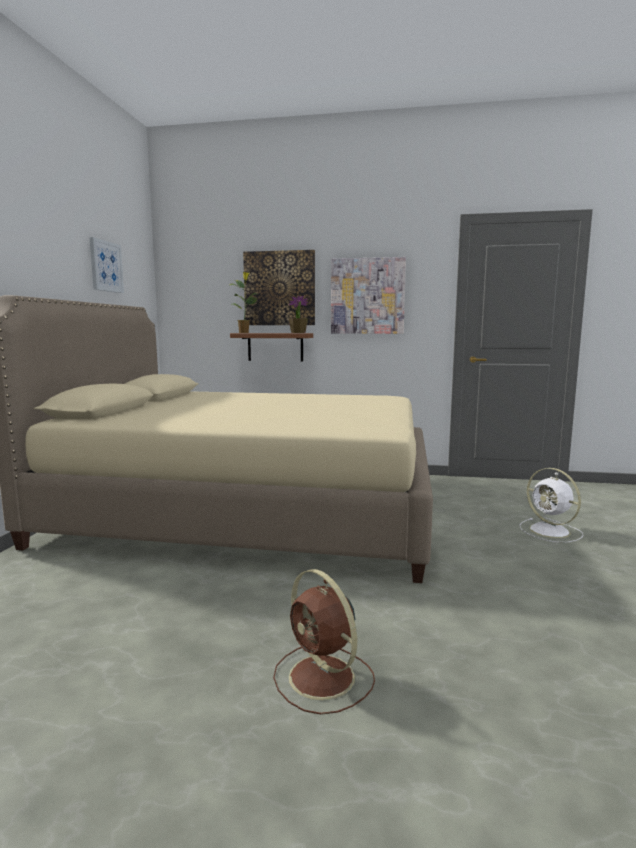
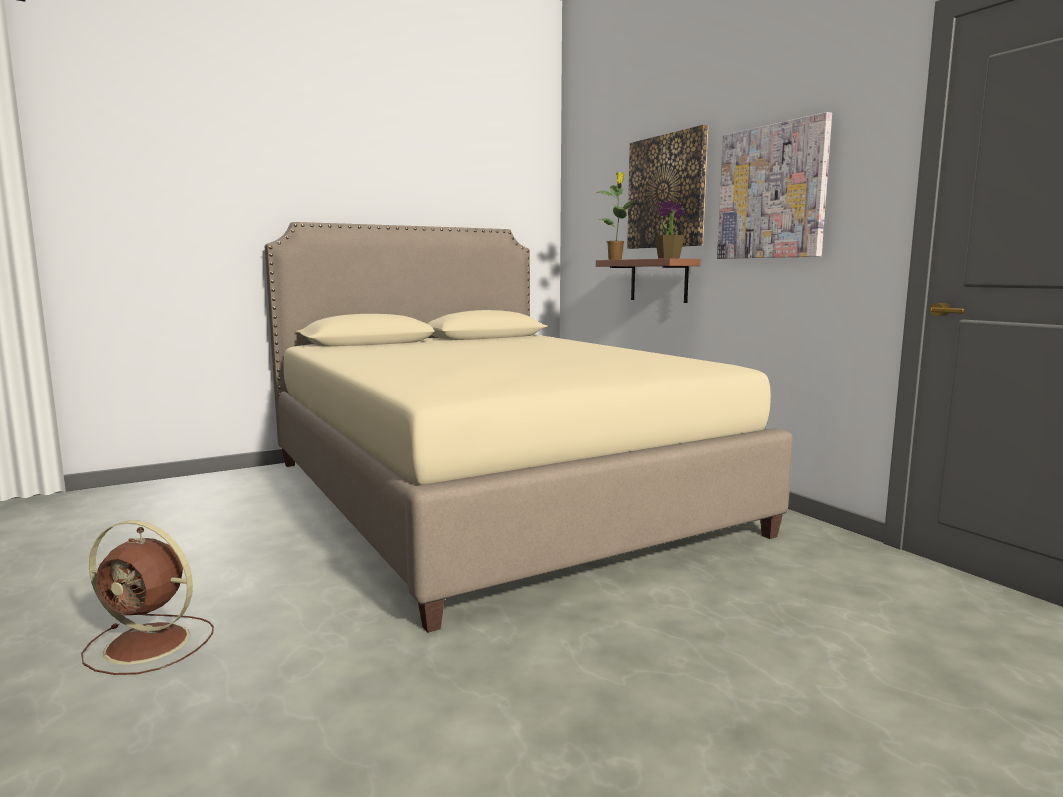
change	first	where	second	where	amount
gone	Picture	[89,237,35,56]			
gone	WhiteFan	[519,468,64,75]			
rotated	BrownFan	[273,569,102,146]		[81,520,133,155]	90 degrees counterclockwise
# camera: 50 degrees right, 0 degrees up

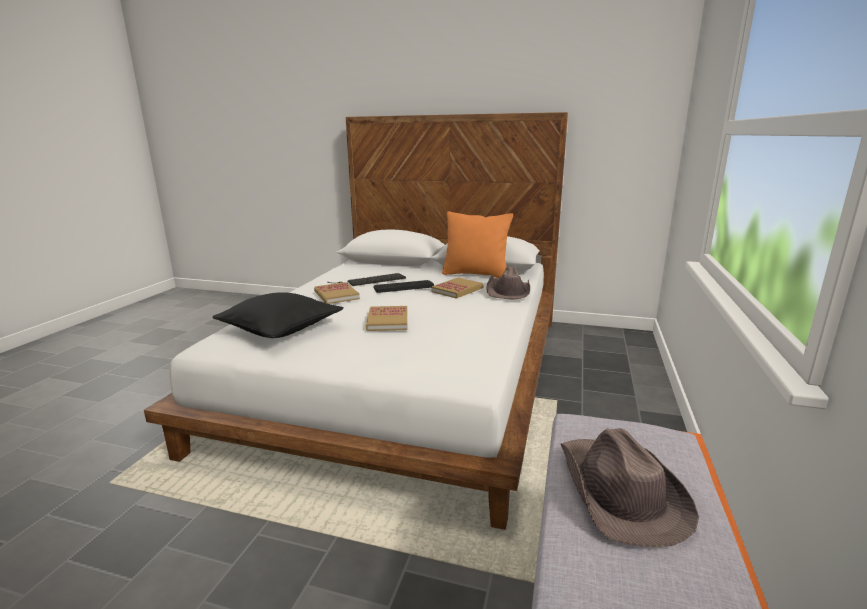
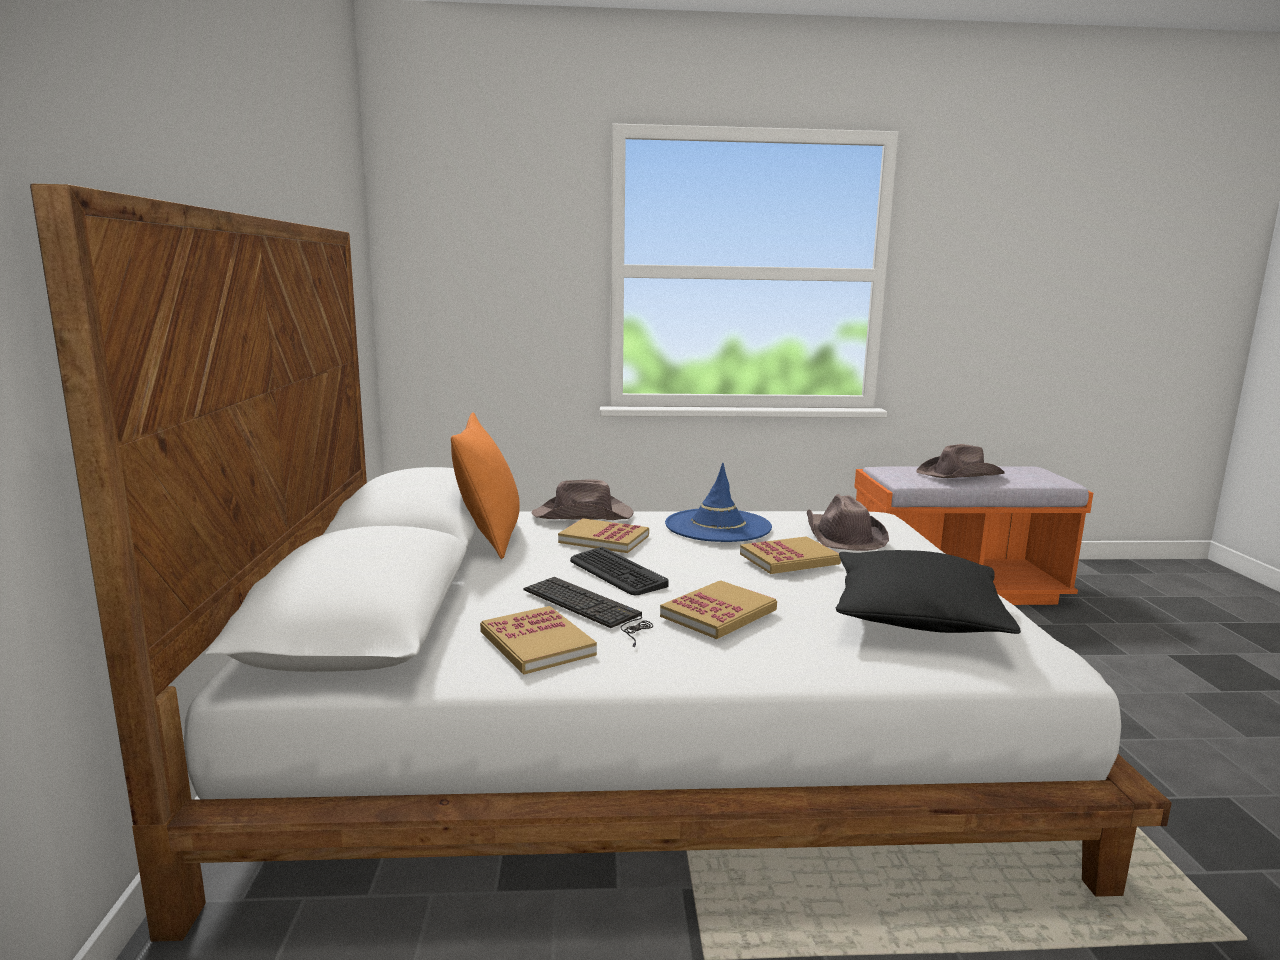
change	first	where	second	where	amount
new			Book	[480,606,117,69]	
new			BlueHat	[665,463,107,79]	
new			BrownHat	[807,494,82,57]	
# camera: 110 degrees left, 5 degrees down

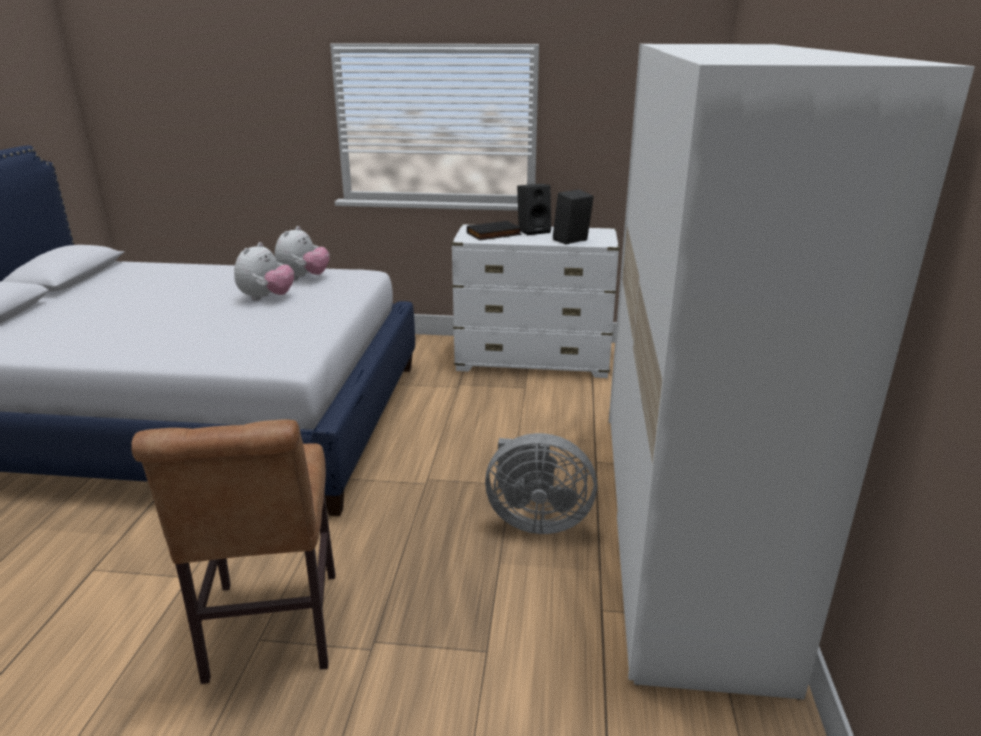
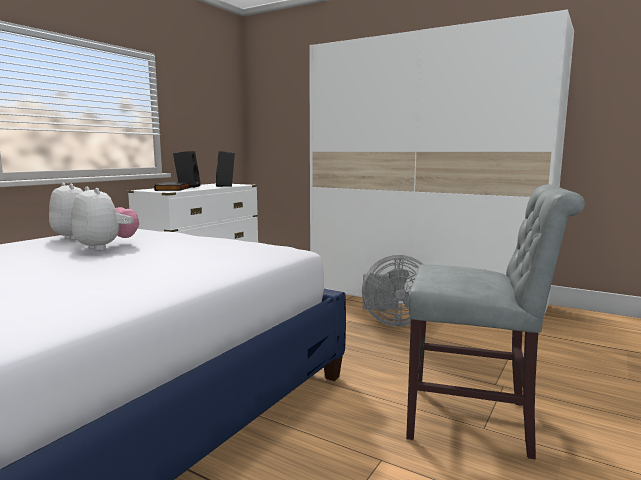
change	first	where	second	where	amount
repainted	BrownChair	[131,419,204,265]	GreyChair	[406,184,179,276]	
rotated	GreyFan	[485,433,112,101]		[362,255,61,72]	60 degrees clockwise
# camera: 65 degrees left, 15 degrees down

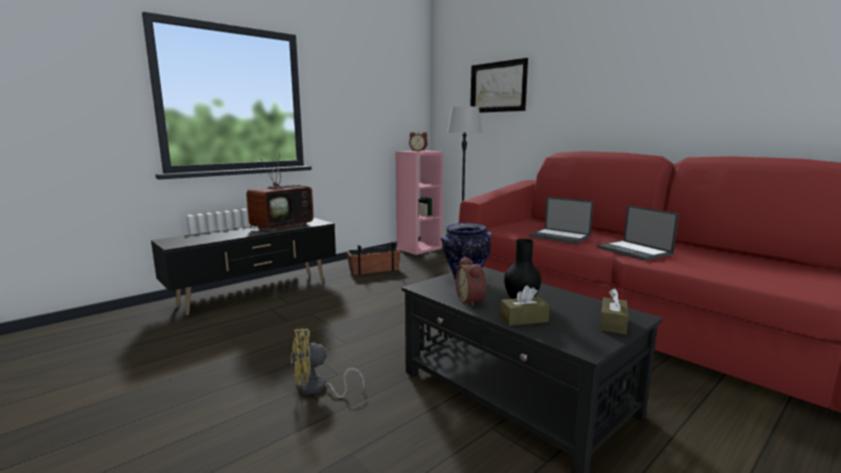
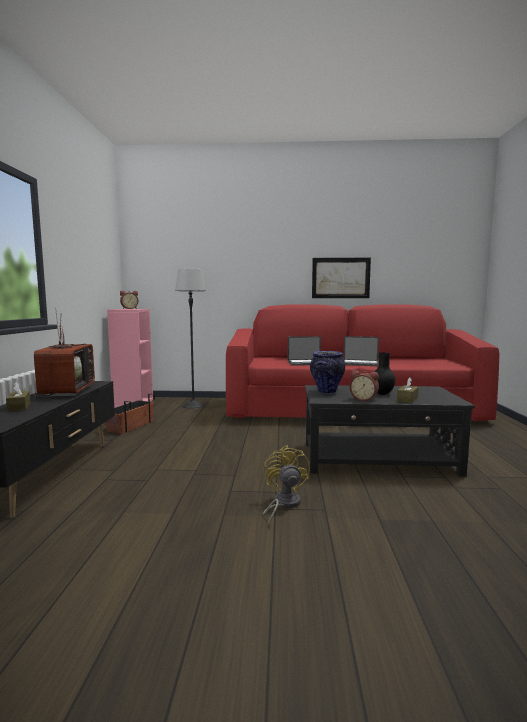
change	first	where	second	where	amount
shifted	Picture	[470,58,58,55]		[312,258,59,40]	
shifted	BrownTissueBox	[600,288,28,46]		[6,382,25,30]	
rotated	YellowFan	[291,328,74,70]		[263,445,47,80]	150 degrees clockwise
# camera: 45 degrees left, 5 degrees down

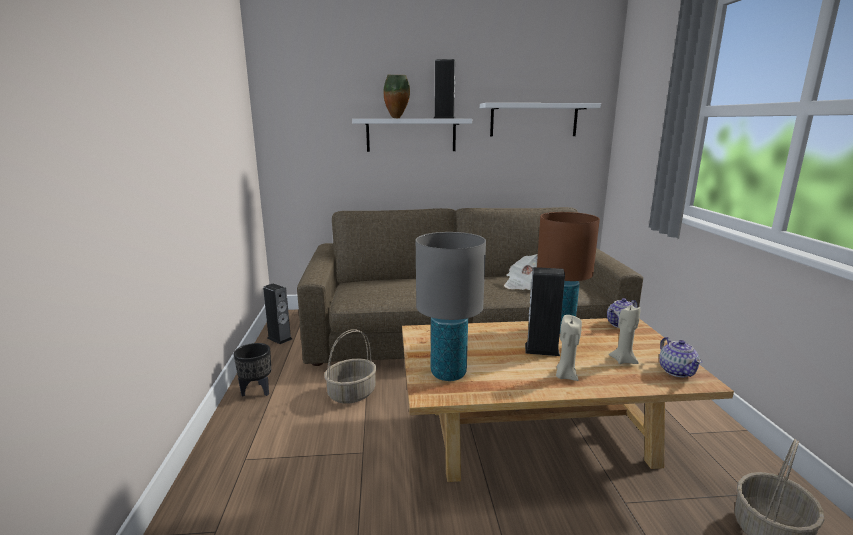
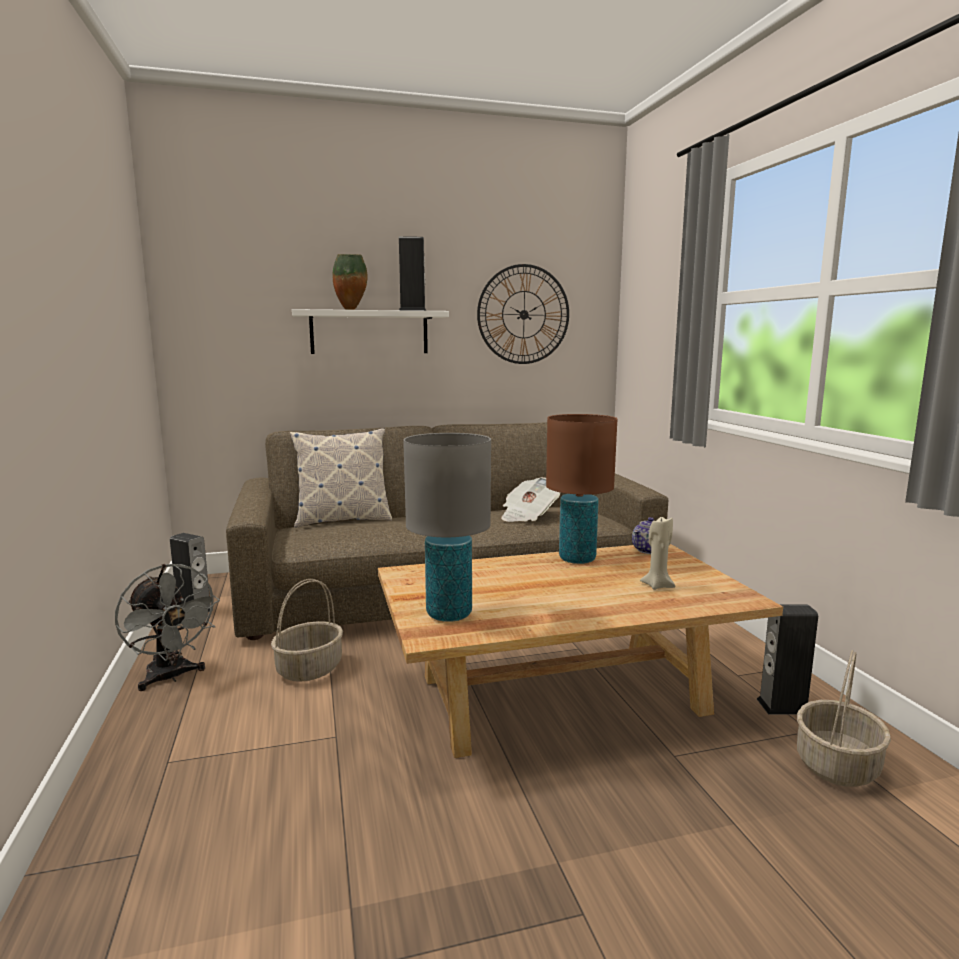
change	first	where	second	where	amount
gone	BeigeCandle	[556,315,26,66]			
gone	Teapot	[659,337,43,40]			
new			Pillow	[290,428,102,100]	
shifted	Speaker	[525,267,40,89]		[757,604,61,110]	
swapped	BlackPlanter	[234,343,37,54]	GreyFan	[115,564,105,127]	
swapped	WhiteShelf	[480,103,121,34]	WallClock	[477,264,92,100]	
# camera: 10 degrees left, 5 degrees down

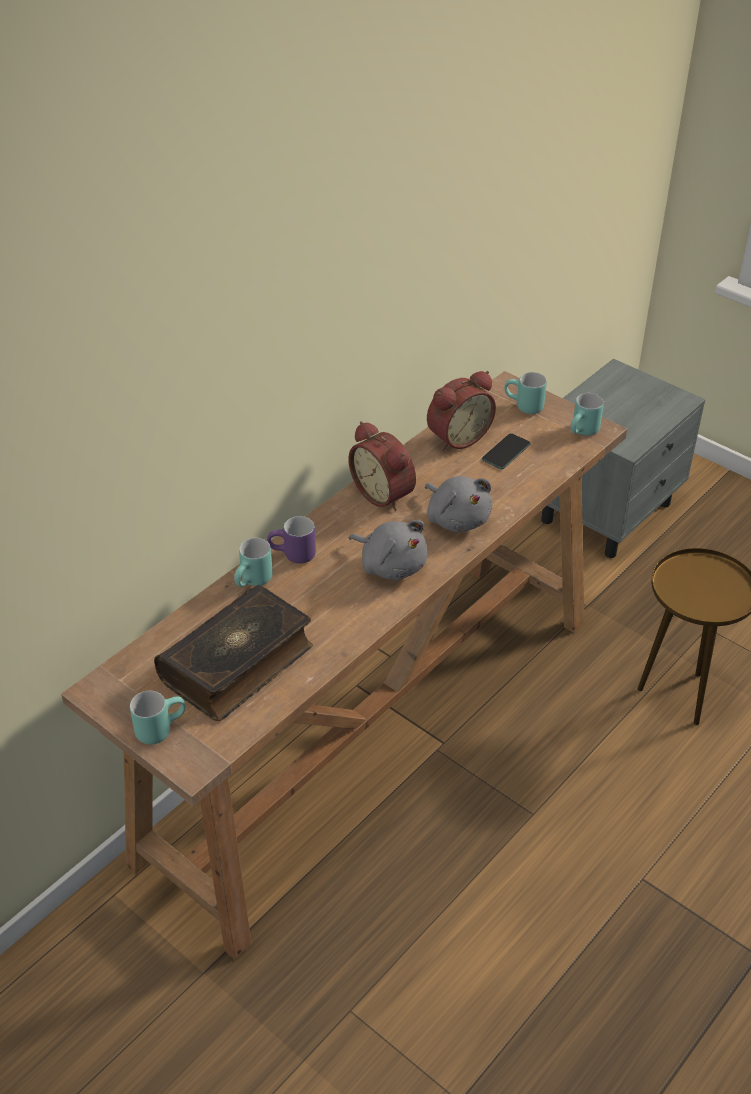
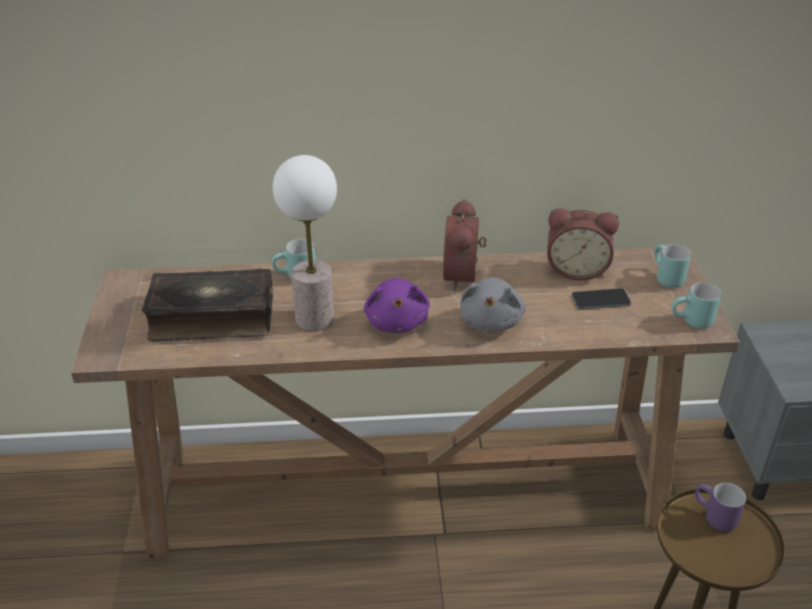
change	first	where	second	where	amount
gone	TurquoiseMug	[130,691,56,53]			
new			TableLamp	[273,155,64,176]	
shifted	PurpleMug	[267,516,49,47]		[695,483,51,49]	
repainted	GreyPlushToy	[349,520,78,60]	PurplePlushToy	[364,278,66,55]	
# camera: 45 degrees right, 5 degrees down

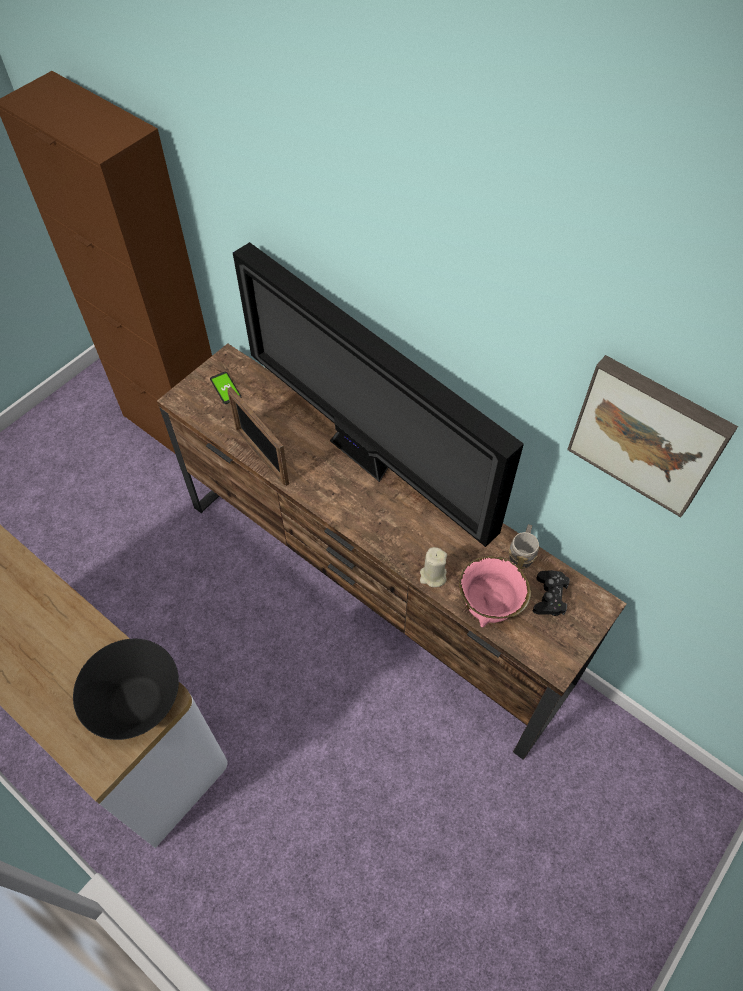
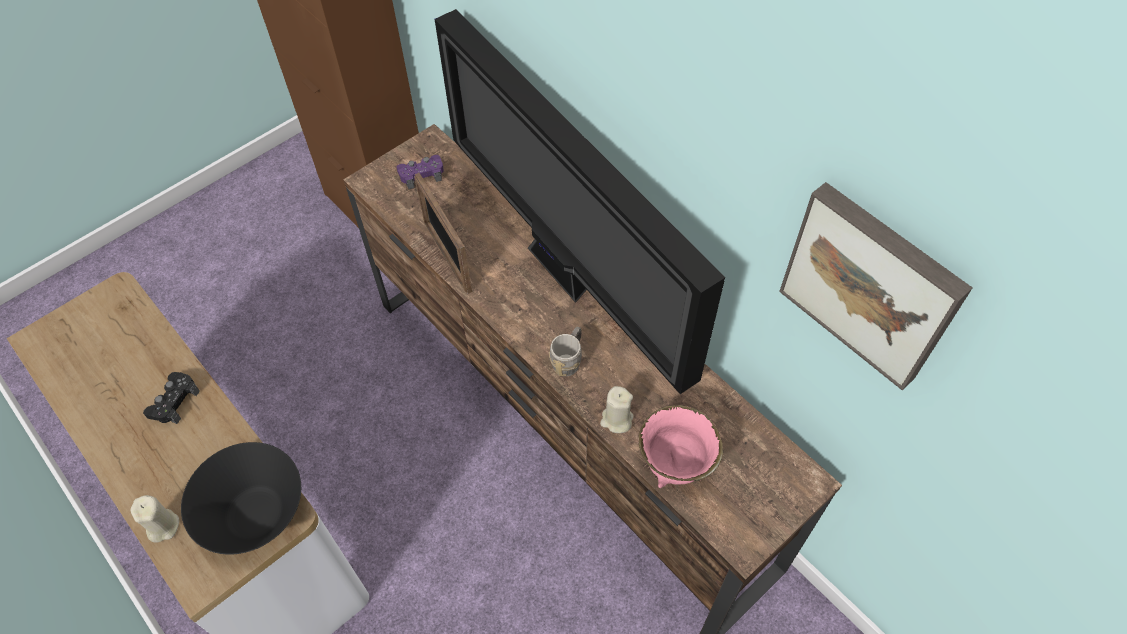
change	first	where	second	where	amount
new			BeigeCandle	[130,495,49,48]	
shifted	GreyMug	[509,524,30,45]		[549,327,33,49]	
shifted	BlackGameController	[533,570,37,46]		[143,372,57,52]	
swapped	Phone	[210,372,31,32]	PurpleGameController	[396,155,48,34]	
# camera: 10 degrees right, 0 degrees up

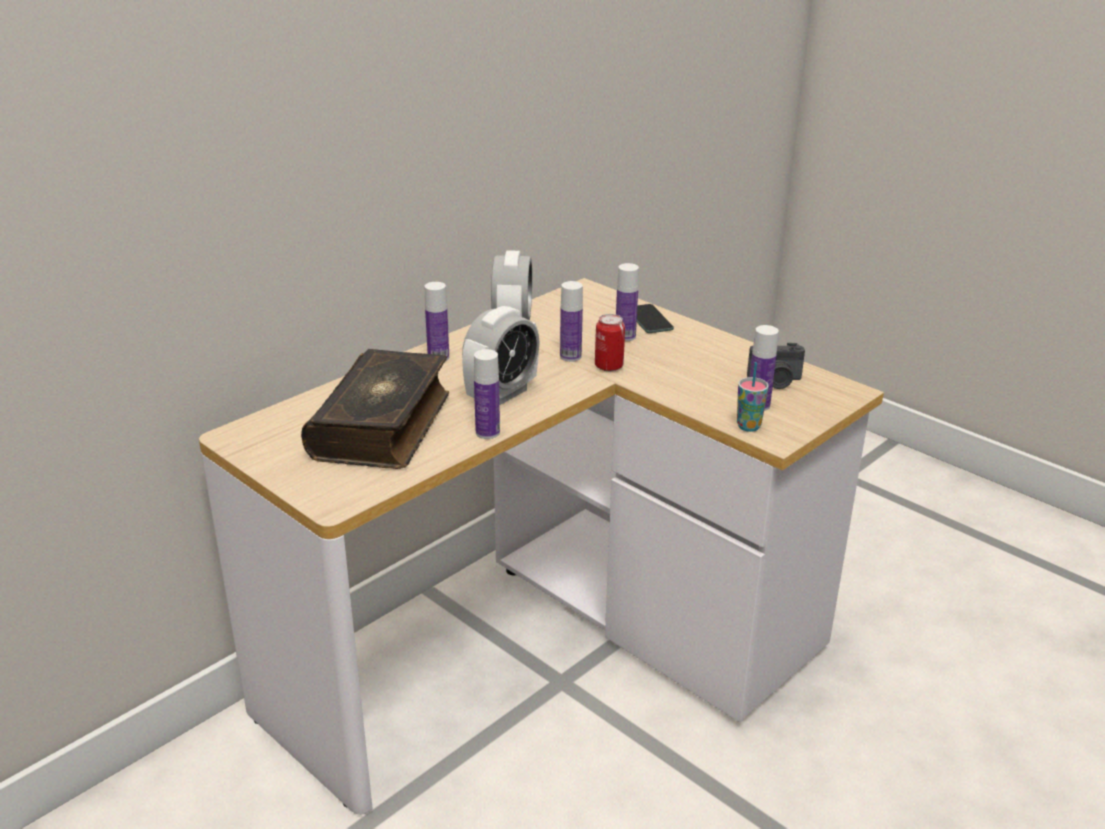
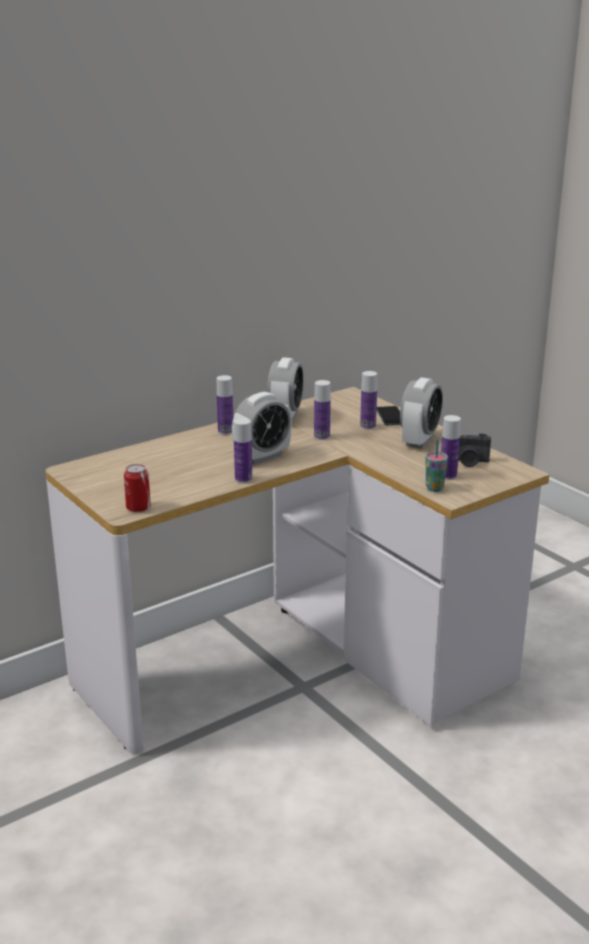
change	first	where	second	where	amount
gone	Book	[301,349,148,120]			
new			AlarmClock	[400,377,43,72]	
shifted	Can	[595,314,30,57]		[124,464,27,48]	
# camera: 10 degrees right, 5 degrees down

